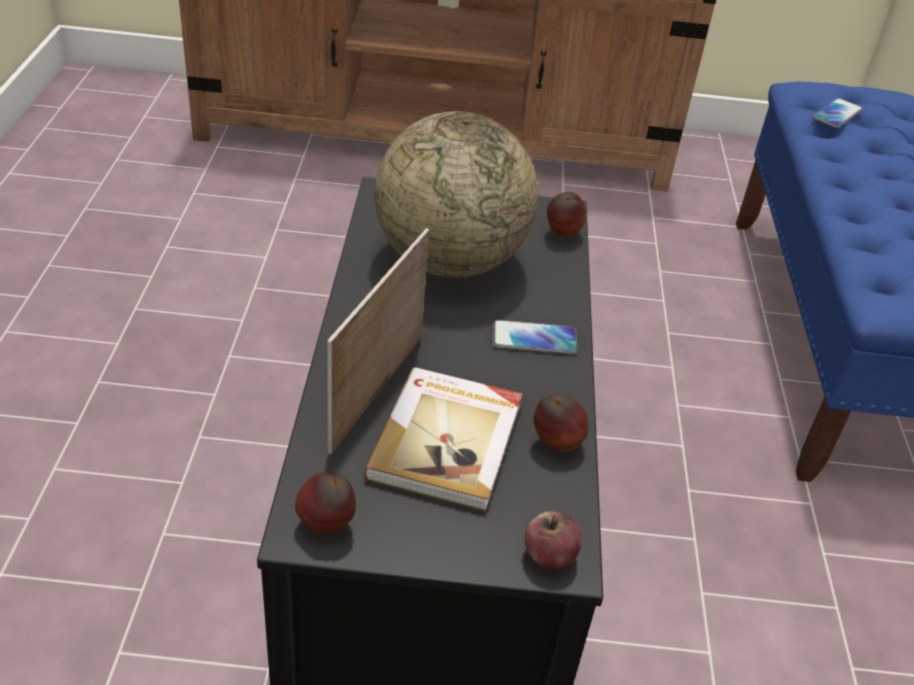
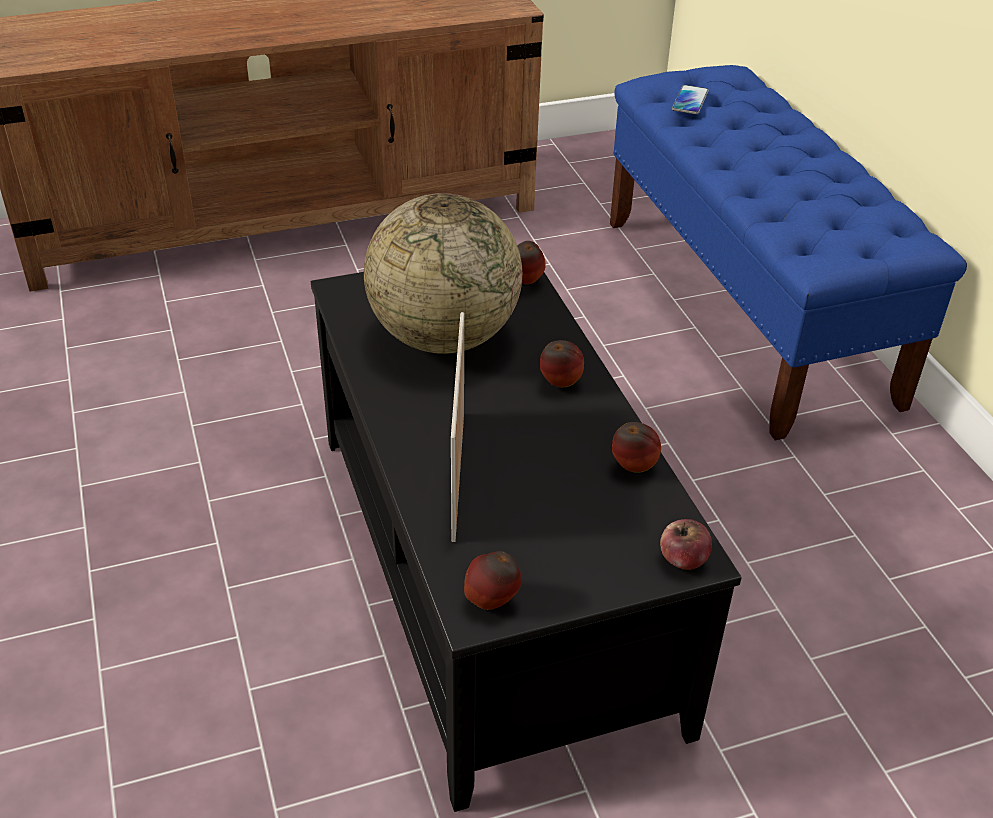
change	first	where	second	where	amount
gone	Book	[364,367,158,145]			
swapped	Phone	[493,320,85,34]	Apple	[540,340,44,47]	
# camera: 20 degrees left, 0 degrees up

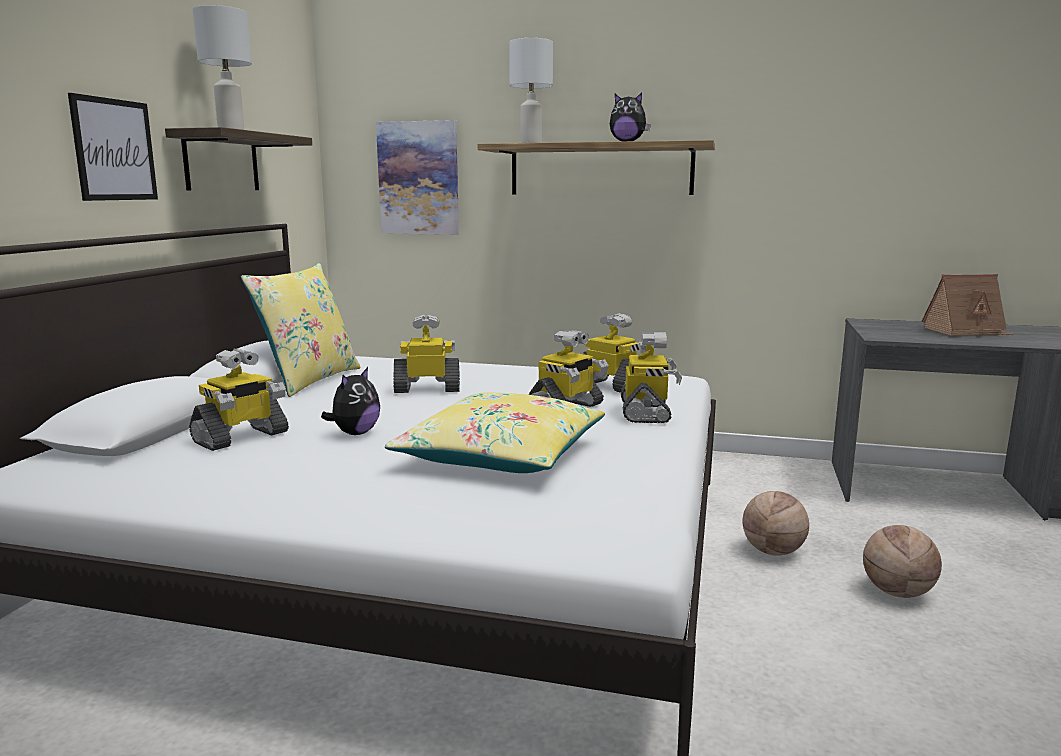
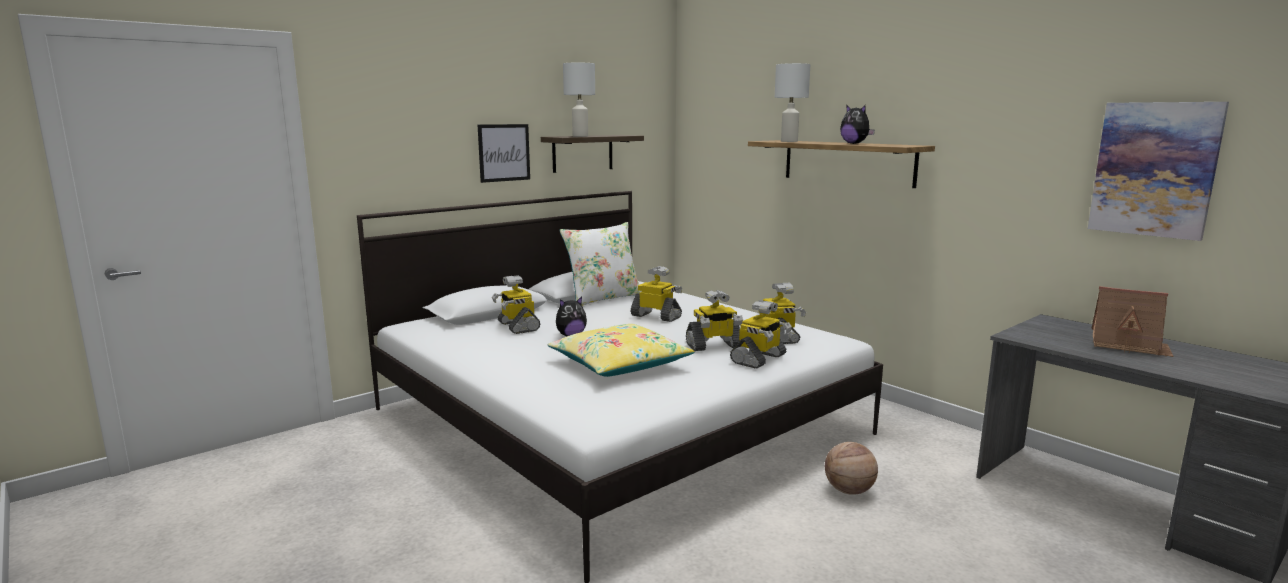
change	first	where	second	where	amount
gone	Basketball	[863,525,79,73]			
shifted	Picture	[376,120,83,115]		[1088,102,141,139]	
repainted	YellowPillow	[241,263,119,134]	WhitePillow	[560,222,82,84]	
rotated	ToyRobot	[189,349,100,102]		[492,275,48,59]	75 degrees clockwise
# camera: 35 degrees right, 0 degrees up

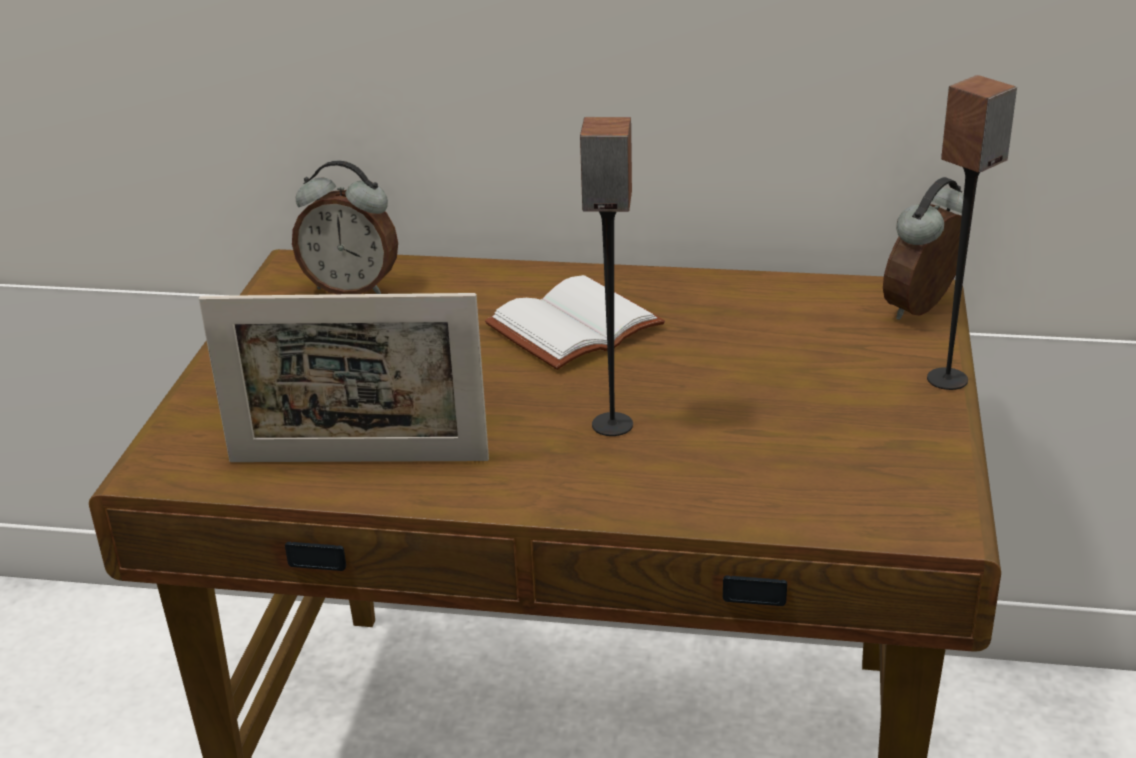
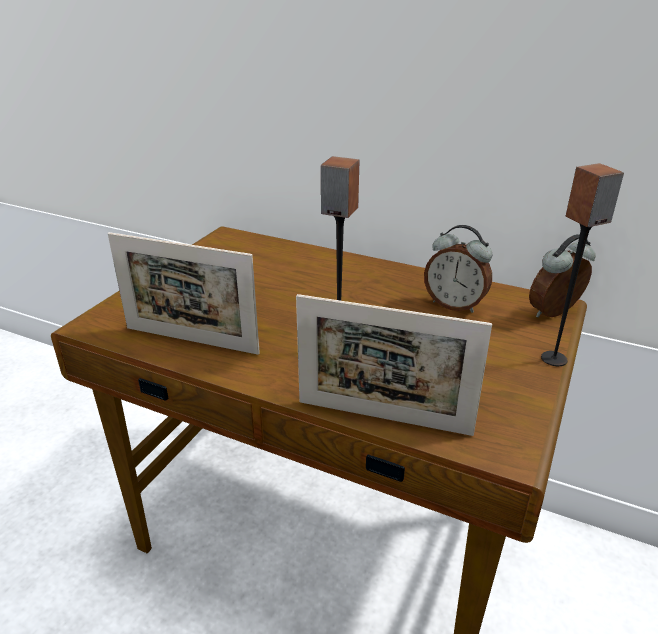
change	first	where	second	where	amount
gone	WhiteBook	[485,275,180,95]			
new			PictureFrame	[296,294,196,142]	
shifted	AlarmClock	[292,161,106,133]		[424,225,68,88]	
# camera: 15 degrees right, 0 degrees up

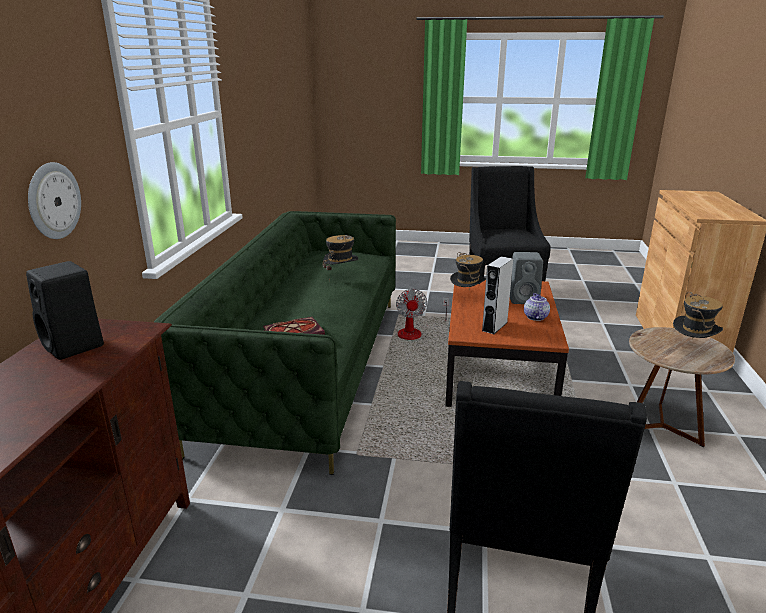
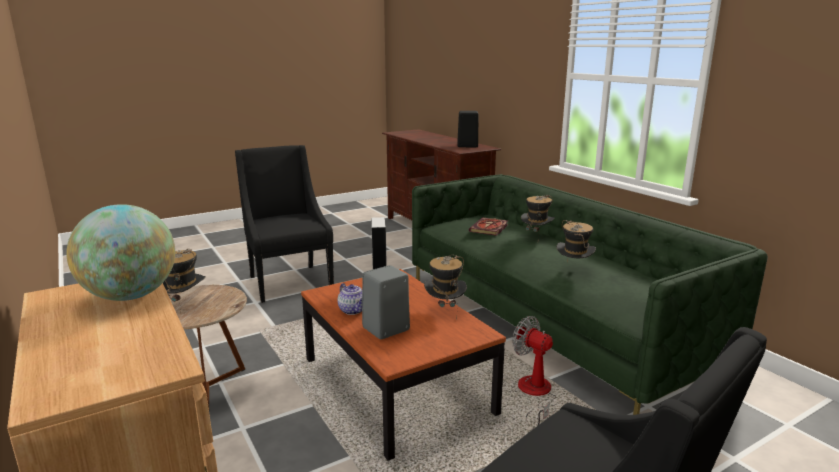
change	first	where	second	where	amount
gone	WallClock	[28,162,53,77]			
new			Globe	[66,204,109,97]	
new			Hat	[521,195,34,37]	
# camera: 140 degrees right, 5 degrees down

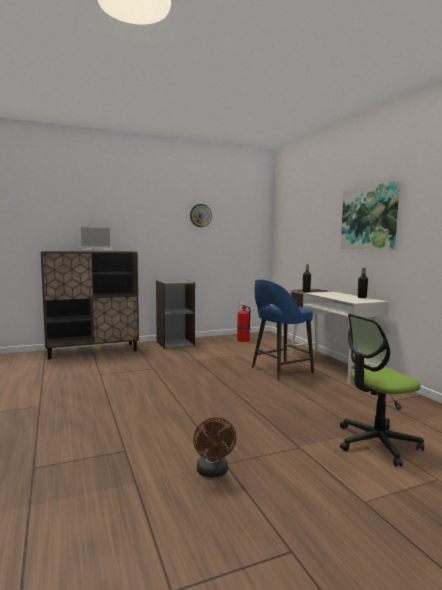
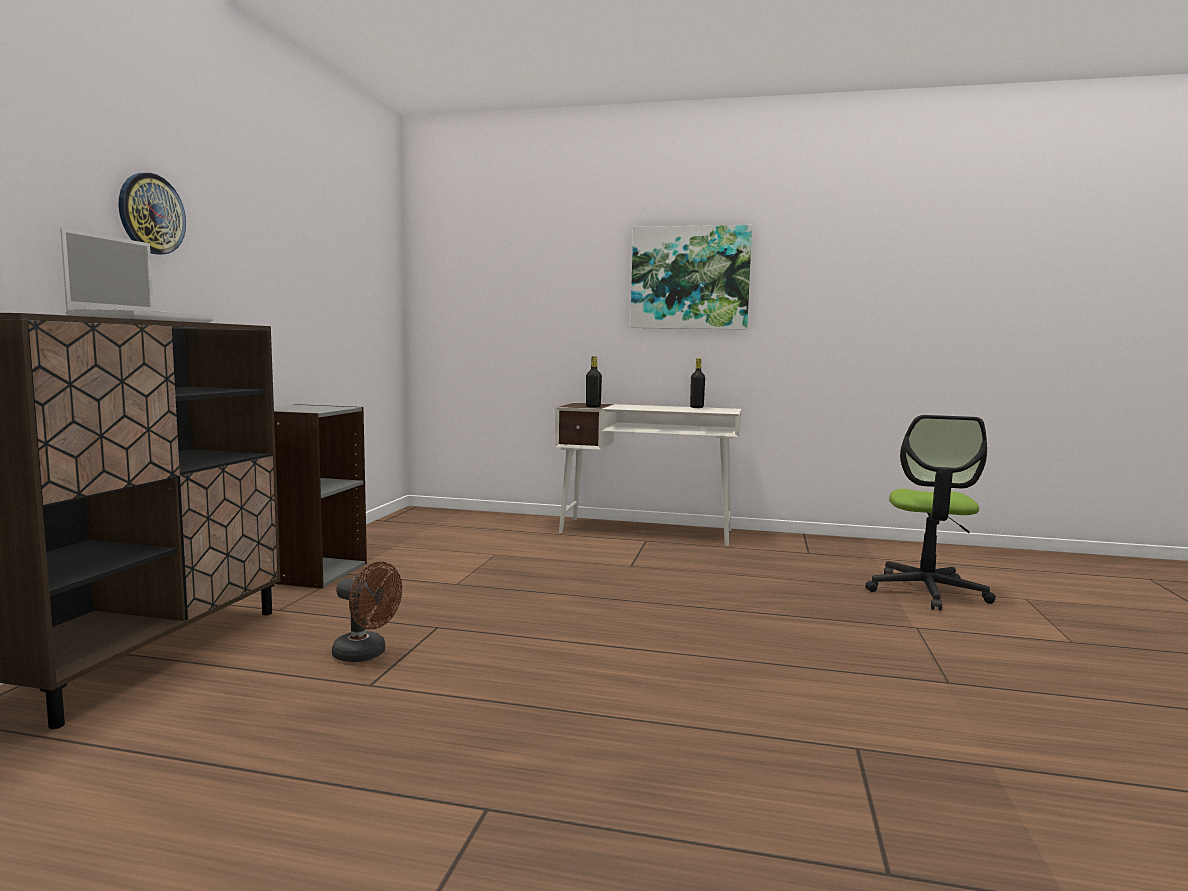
change	first	where	second	where	amount
gone	FireExtinguisher	[237,303,14,39]			
gone	BlueStool	[252,279,62,101]			
shifted	WallClock	[190,204,22,23]		[119,173,67,82]	
shifted	BrownFan	[193,417,43,61]		[332,562,70,100]	
# camera: 55 degrees left, 0 degrees up

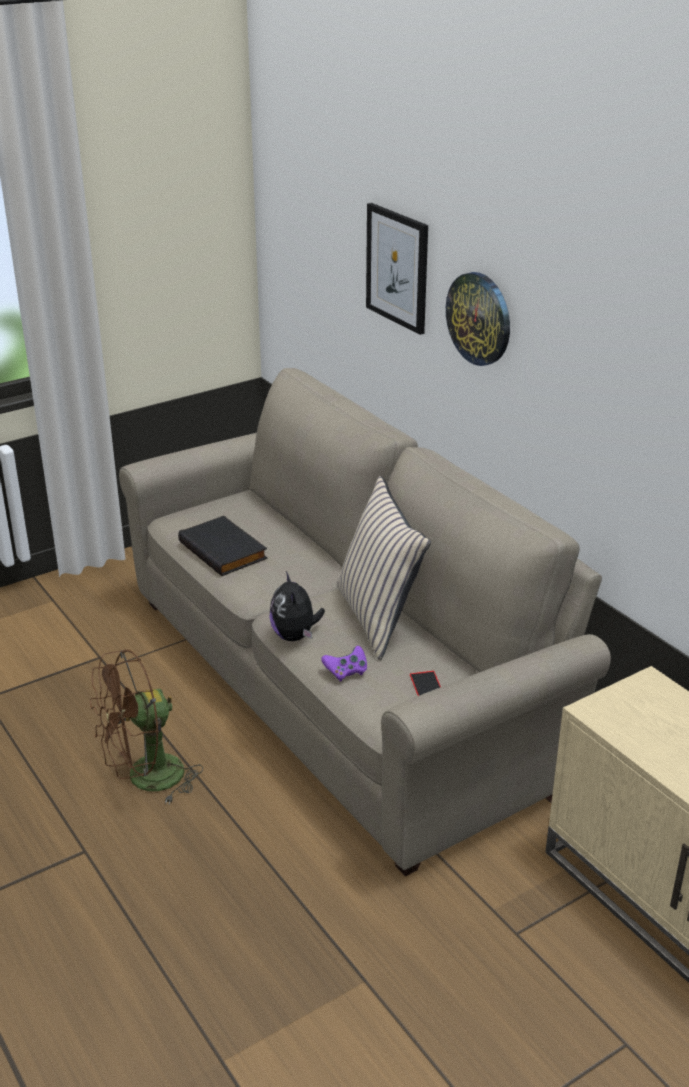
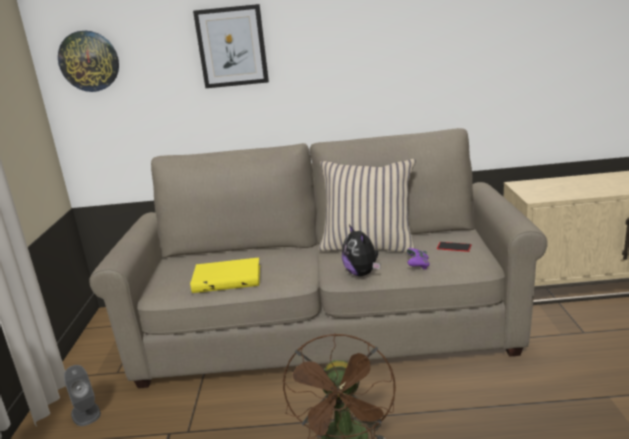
change	first	where	second	where	amount
new			GreySpeaker	[64,365,37,61]	
shifted	WallClock	[446,272,64,94]		[58,31,61,61]	
repainted	BlackBook	[178,516,90,60]	YellowBook	[190,258,70,35]	
rotated	PlushToy	[270,571,55,70]		[342,225,38,51]	45 degrees clockwise
# camera: 55 degrees left, 10 degrees down

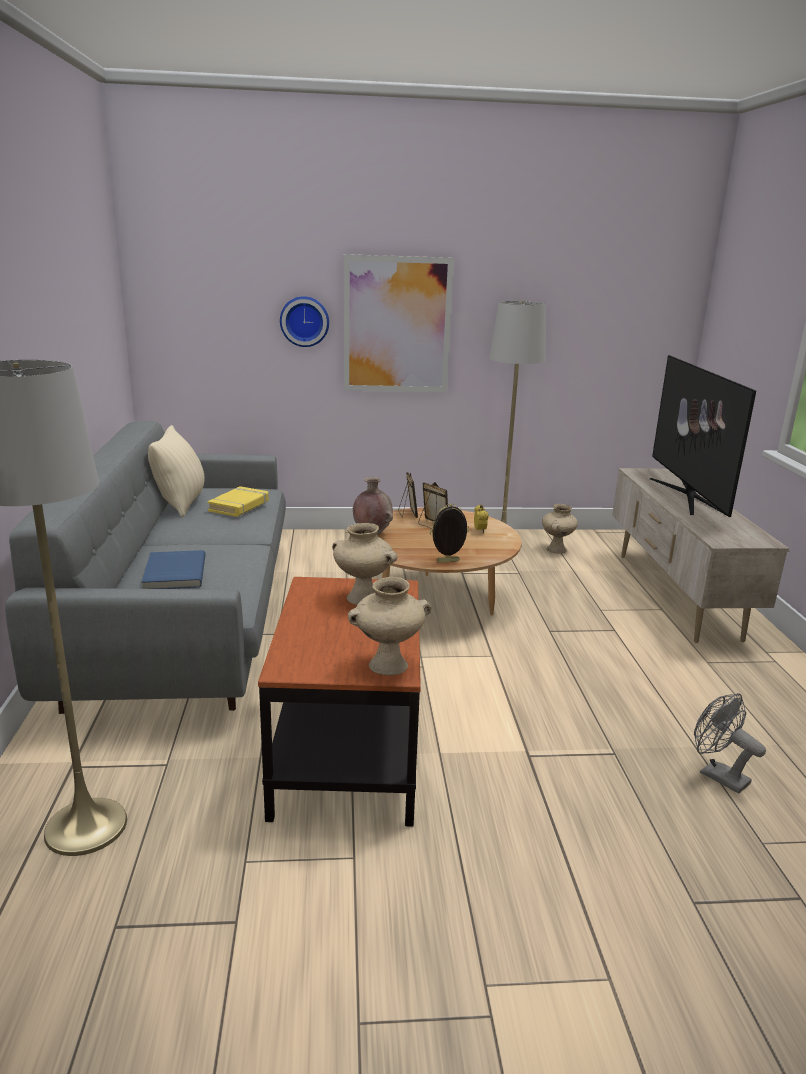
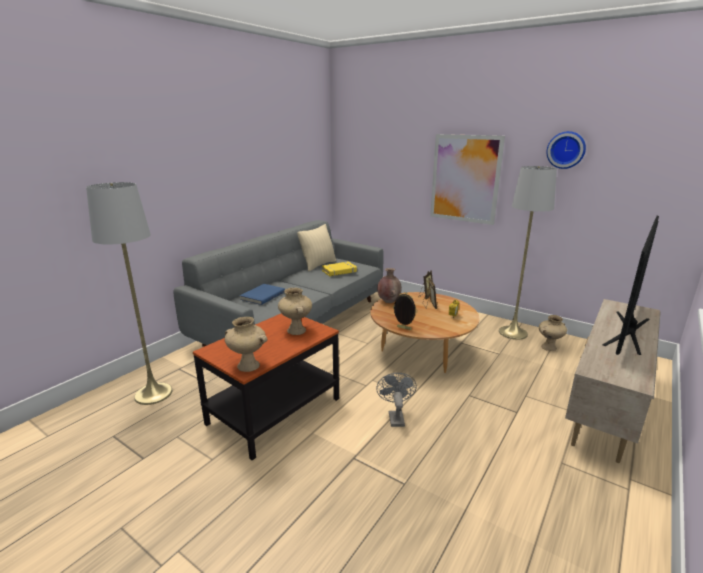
change	first	where	second	where	amount
shifted	WallClock	[280,296,49,51]		[546,131,40,38]	
shifted	GreyFan	[694,693,72,101]		[376,373,41,54]	
# camera: 40 degrees right, 0 degrees up

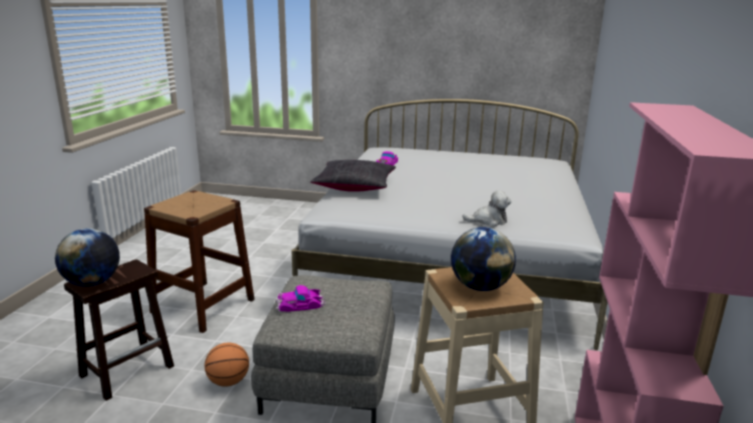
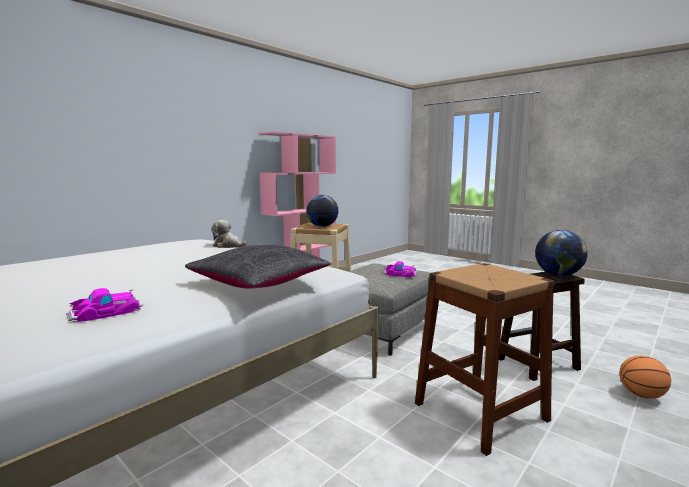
change	first	where	second	where	amount
shifted	Basketball	[205,343,44,44]		[619,356,52,43]	
# camera: 150 degrees left, 10 degrees down

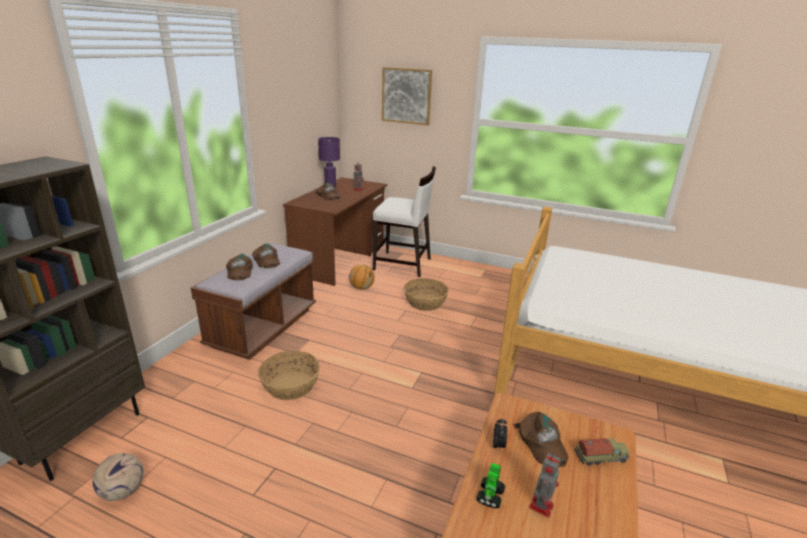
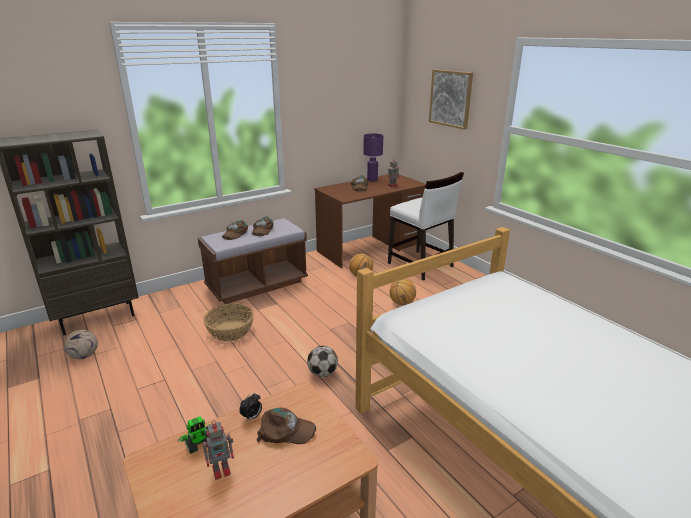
change	first	where	second	where	amount
gone	ToyTruck	[574,438,56,28]			
new			Football	[307,346,31,31]	
swapped	Basket	[404,278,45,33]	Basketball	[389,279,27,26]	
rotated	BrownCap	[514,412,54,55]		[256,408,60,36]	105 degrees counterclockwise
# camera: 35 degrees right, 0 degrees up

